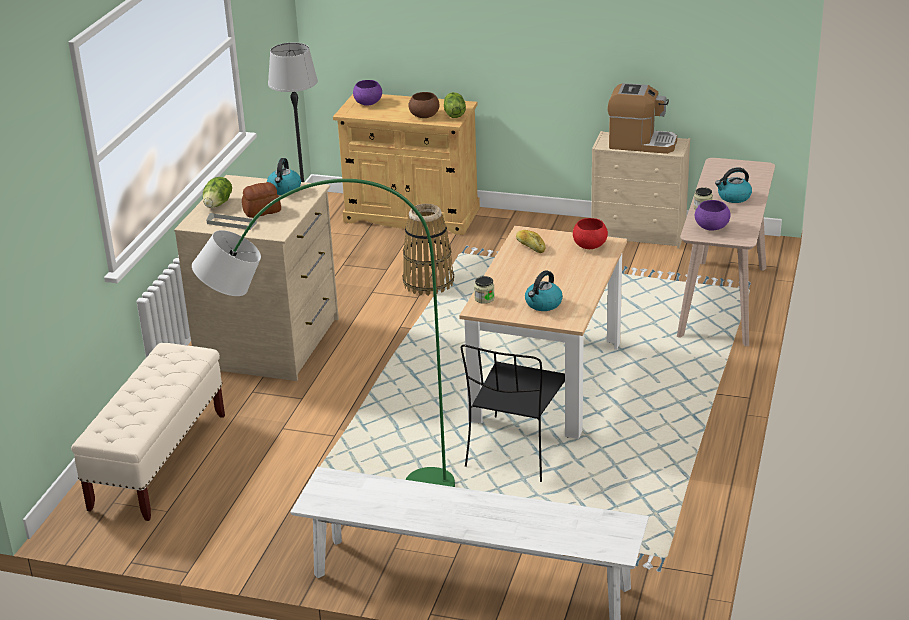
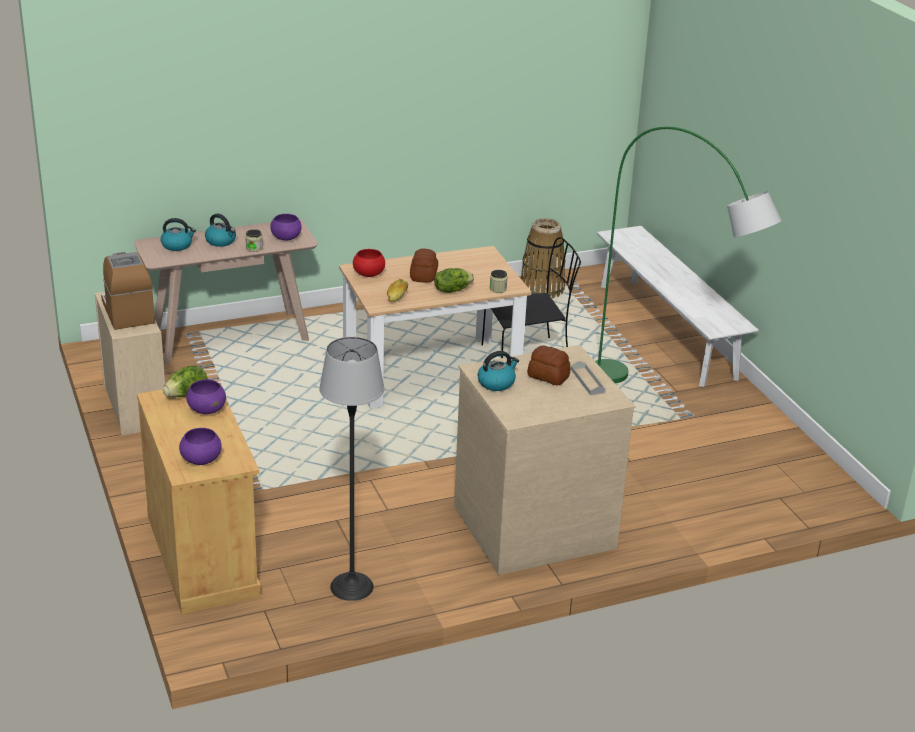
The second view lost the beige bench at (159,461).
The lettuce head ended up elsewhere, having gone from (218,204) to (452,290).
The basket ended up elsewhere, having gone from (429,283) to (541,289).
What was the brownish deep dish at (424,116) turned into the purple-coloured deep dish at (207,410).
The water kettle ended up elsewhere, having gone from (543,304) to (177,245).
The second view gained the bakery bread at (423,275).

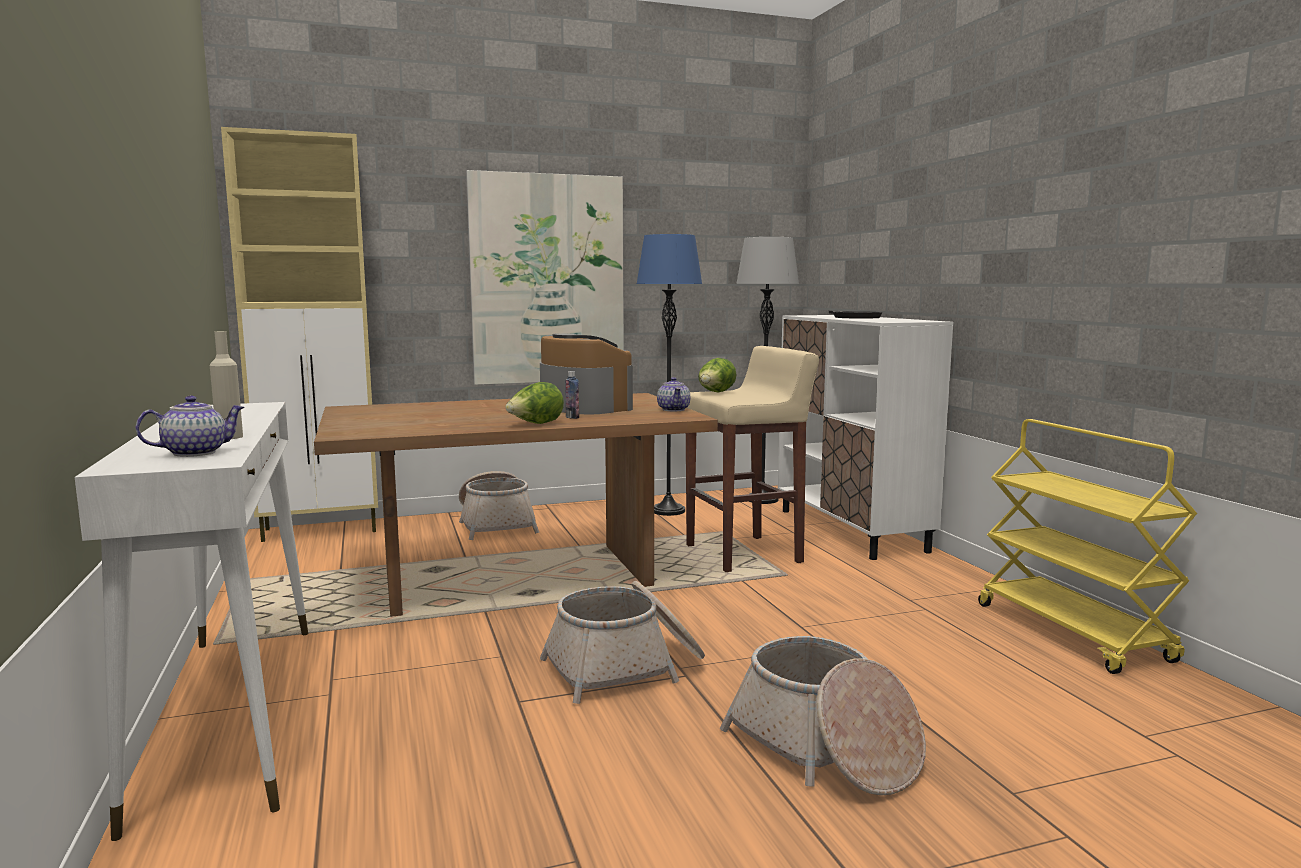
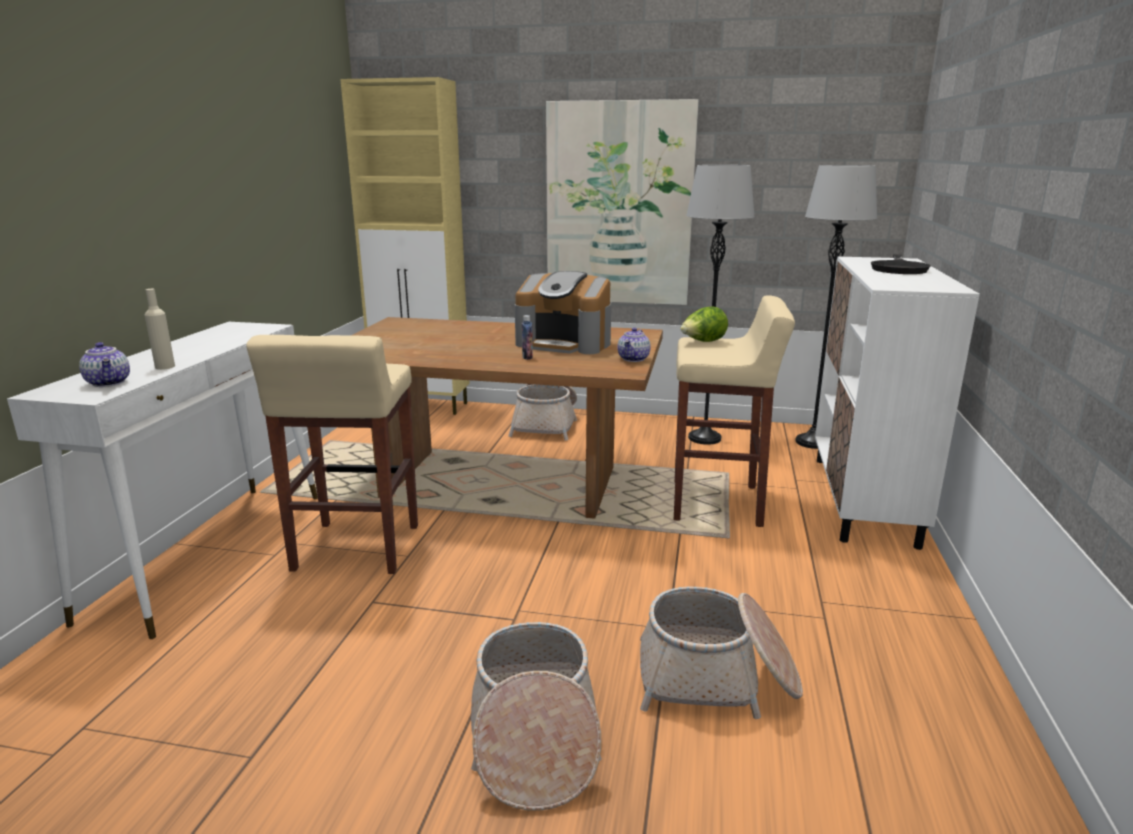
The tea pot at (195,452) ended up facing another way, 60 degrees clockwise from before.
The second view lost the lettuce head at (535,424).
The coffee maker at (583,407) ended up facing another way, 120 degrees clockwise from before.
The basket ended up elsewhere, having gone from (626,667) to (716,678).
What was the blue-coloured standard lamp at (668,511) turned into the greyish standard lamp at (704,438).
The second view lost the yellow-coloured trolley at (1073,633).
The second view gained the beige stool seat at (356,549).

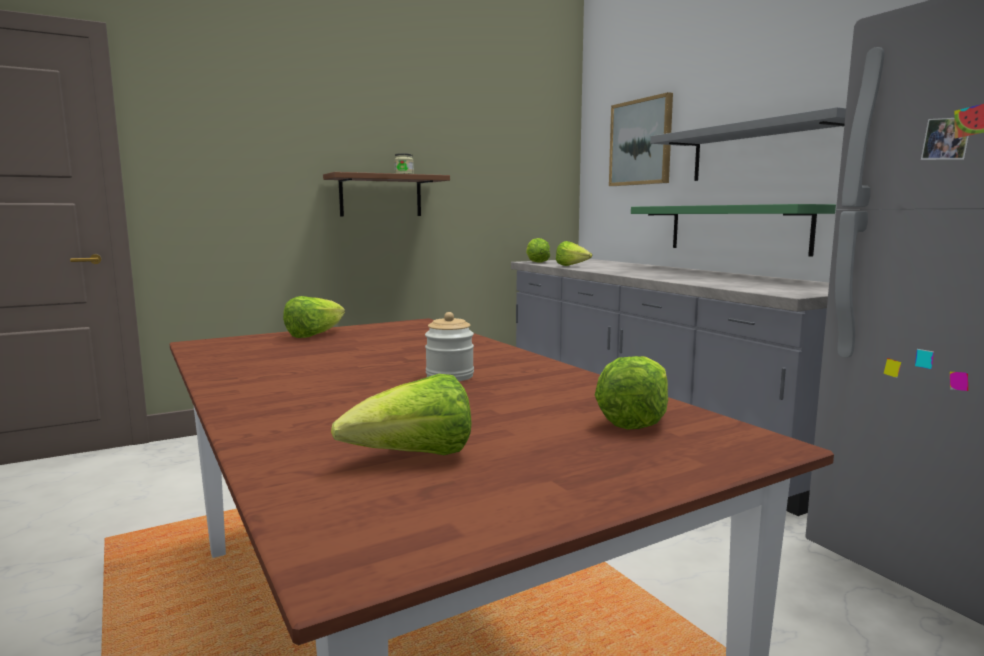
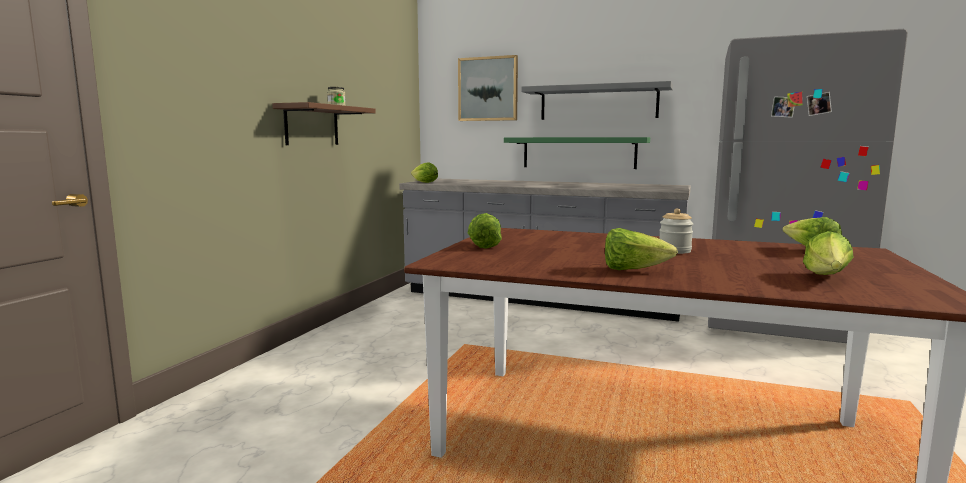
The lettuce head ended up elsewhere, having gone from (572,266) to (632,270).

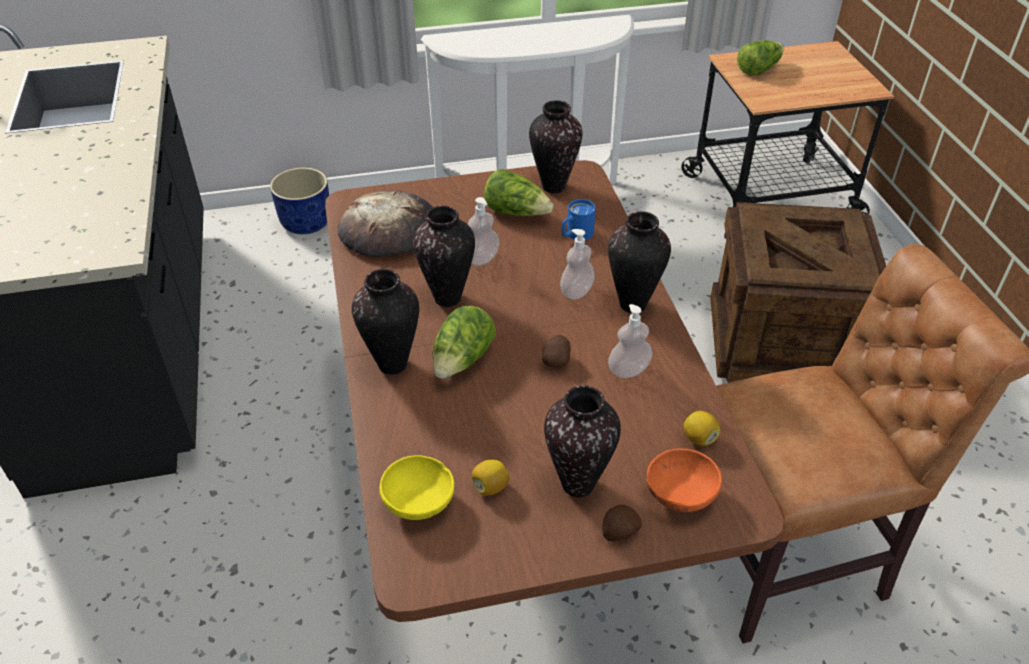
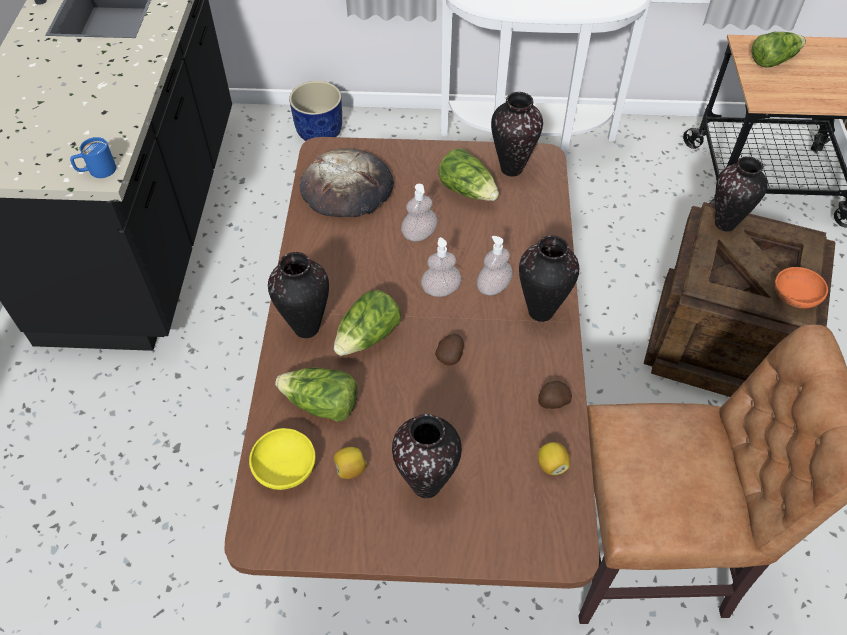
The decorative vase ended up elsewhere, having gone from (448,299) to (725,224).
The blue-coloured coffee mug ended up elsewhere, having gone from (575,235) to (97,171).
The spud ended up elsewhere, having gone from (619,532) to (552,402).
The soap dispenser ended up elsewhere, having gone from (628,370) to (441,290).
The orangey deep dish ended up elsewhere, having gone from (679,494) to (793,297).
The second view gained the lettuce head at (321,404).

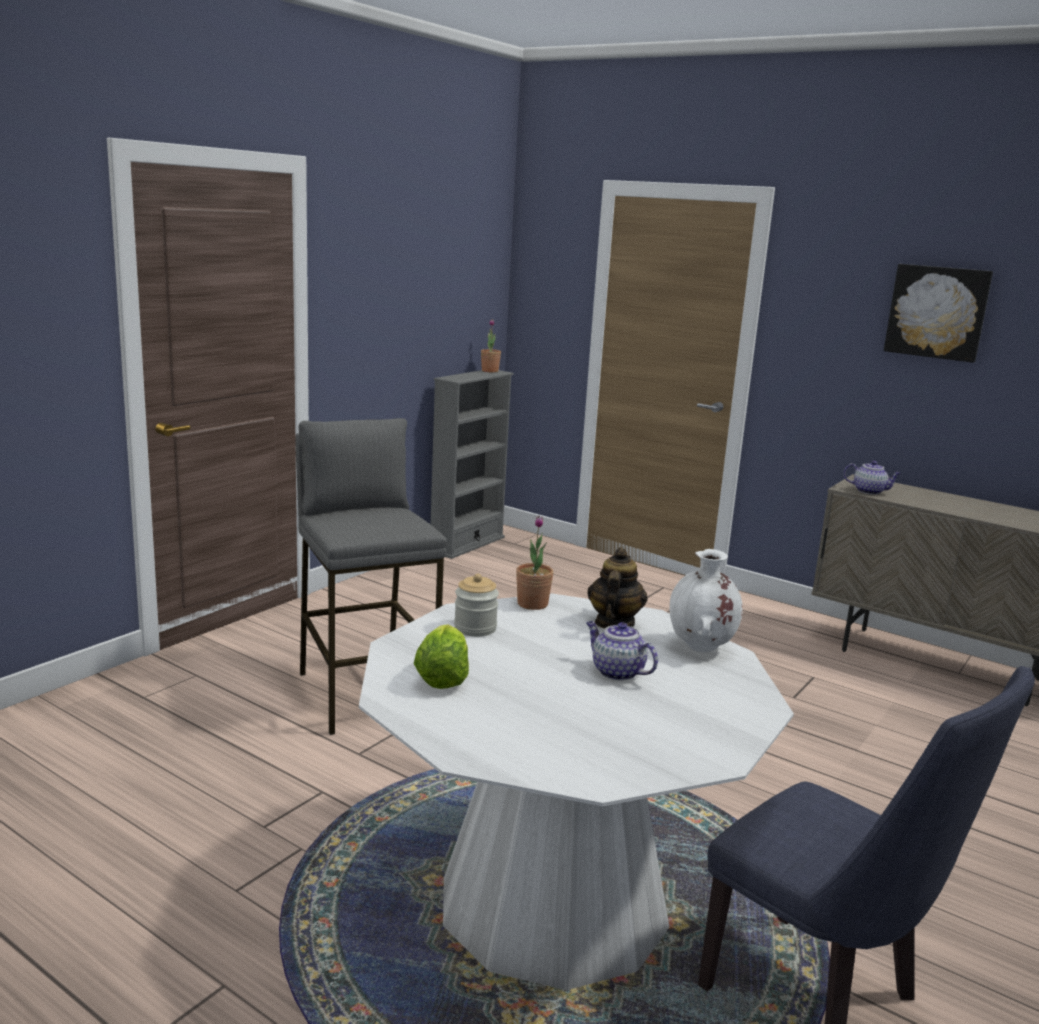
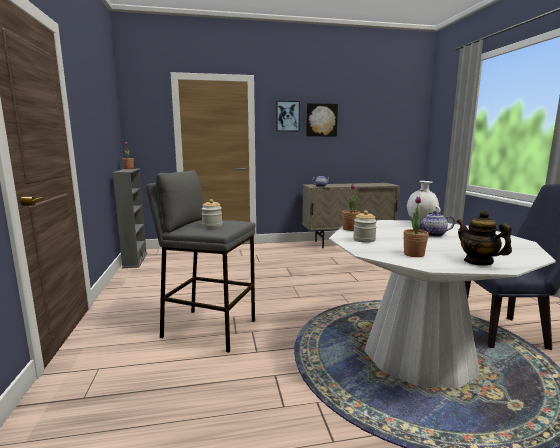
Where the lettuce head stood at (442,678), the potted plant came to stand at (414,254).
The tea pot ended up elsewhere, having gone from (613,623) to (478,261).
The second view gained the jar at (212,226).
The second view gained the wall art at (287,116).

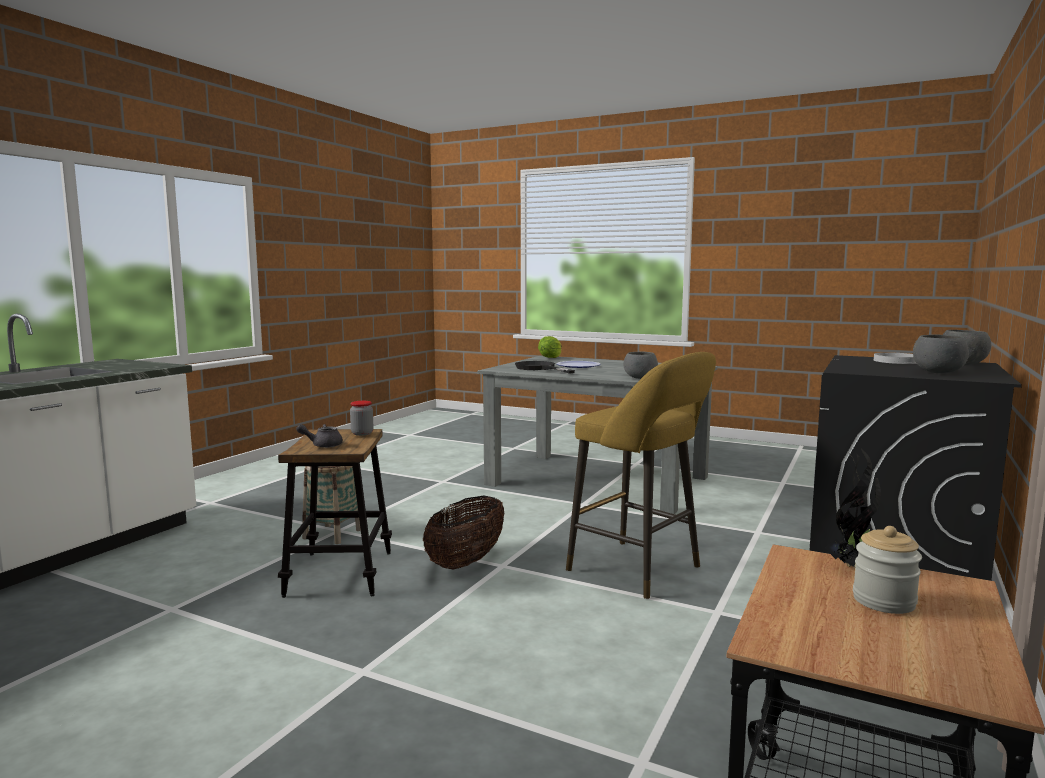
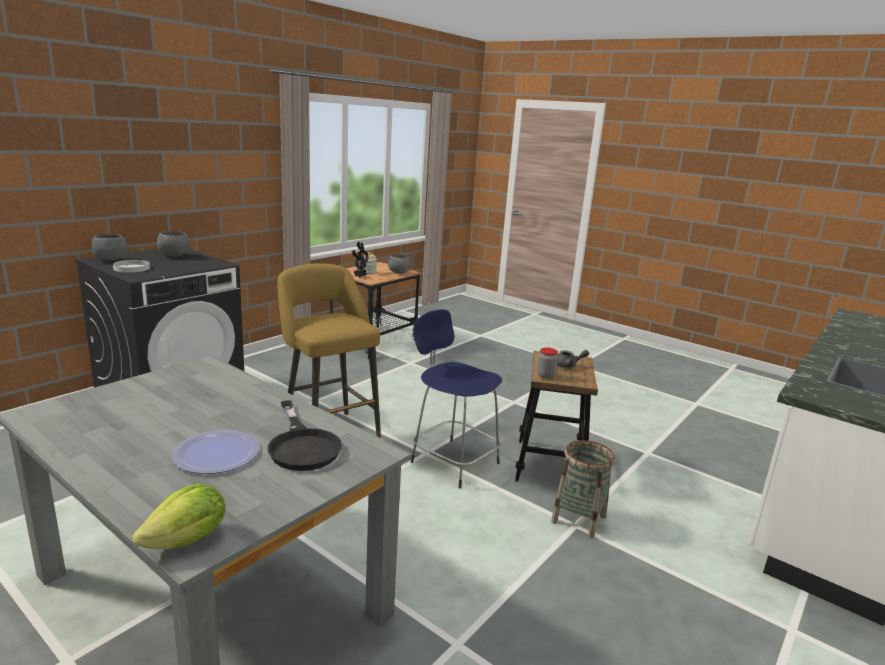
Where the basket stood at (466,562), the blue-coloured stool seat came to stand at (452,461).
The greyish deep dish ended up elsewhere, having gone from (640,378) to (399,273).

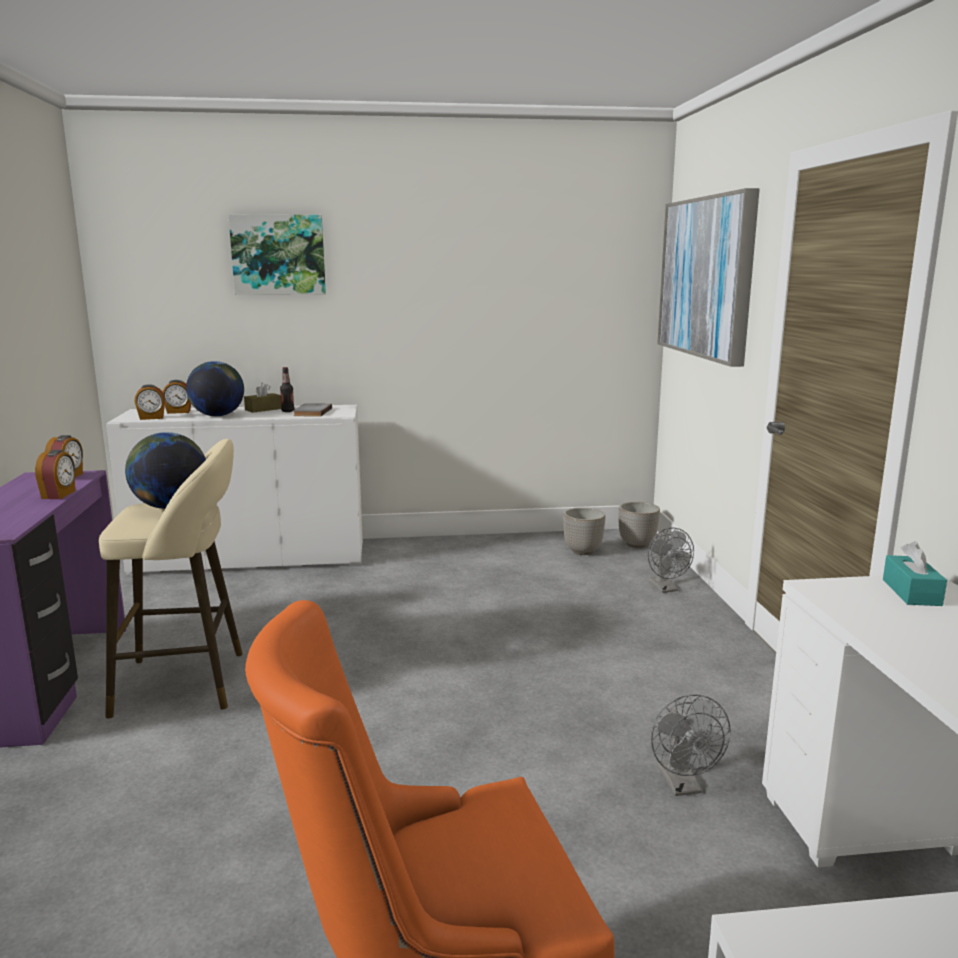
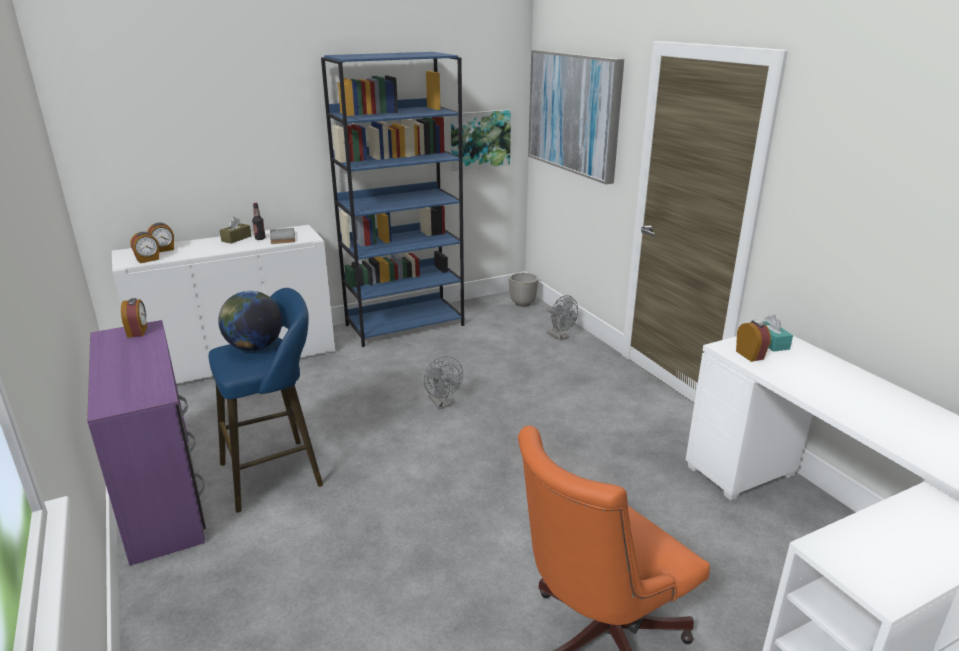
The bedside clock ended up elsewhere, having gone from (59,495) to (750,355).
What was the beige stool seat at (189,683) turned into the blue-coloured stool seat at (277,472).
The second view lost the desk globe at (217,415).
The wall art ended up elsewhere, having gone from (278,255) to (480,139).
The second view lost the flower pot at (582,551).
The greyish fan ended up elsewhere, having gone from (683,786) to (442,404).
The second view gained the blue-coloured bookcase at (405,325).

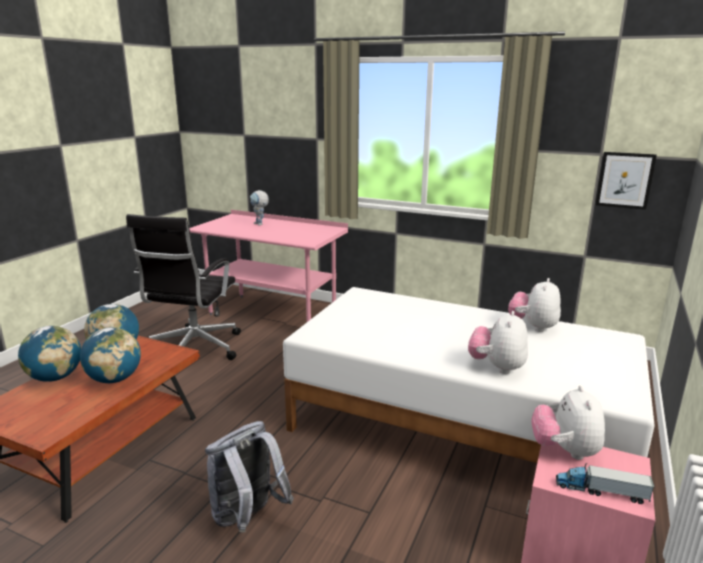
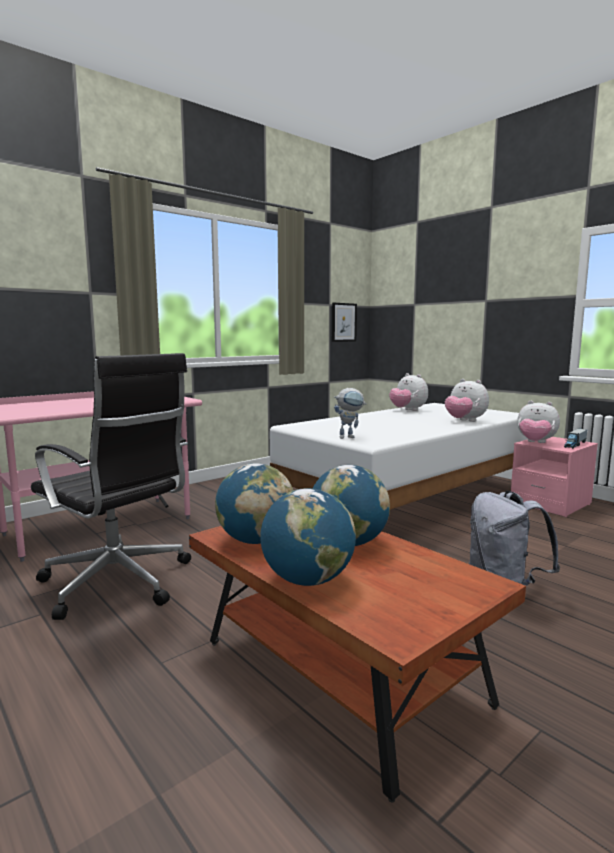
The model robot ended up elsewhere, having gone from (260,224) to (350,437).

